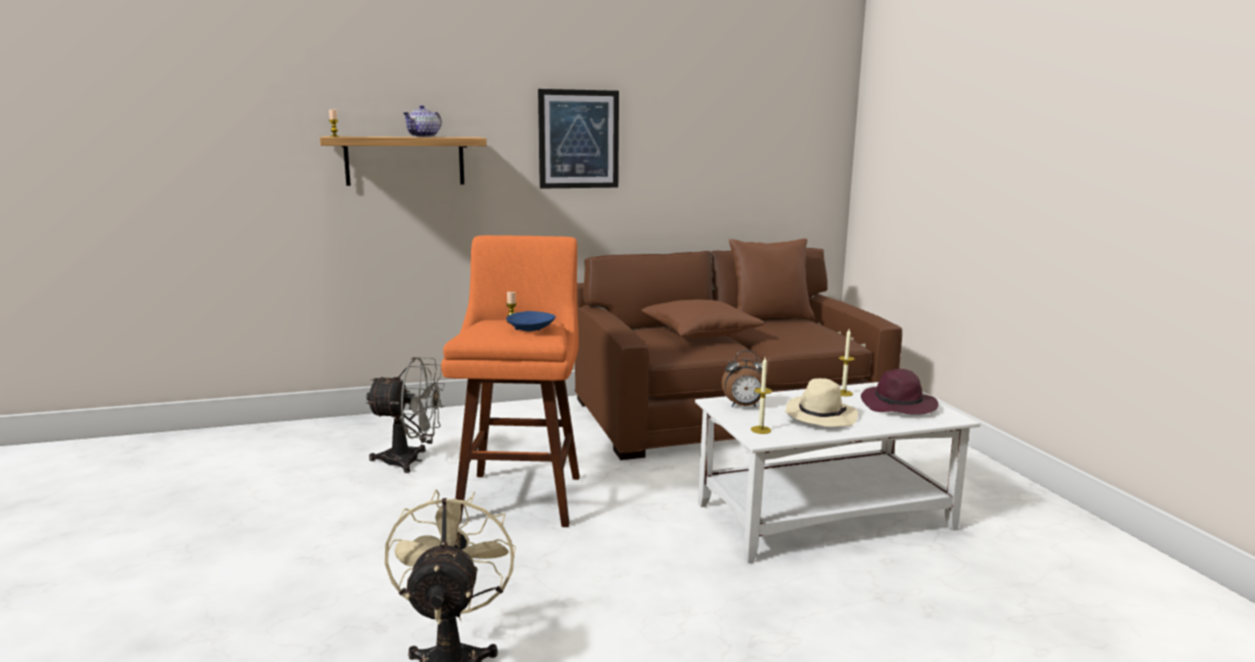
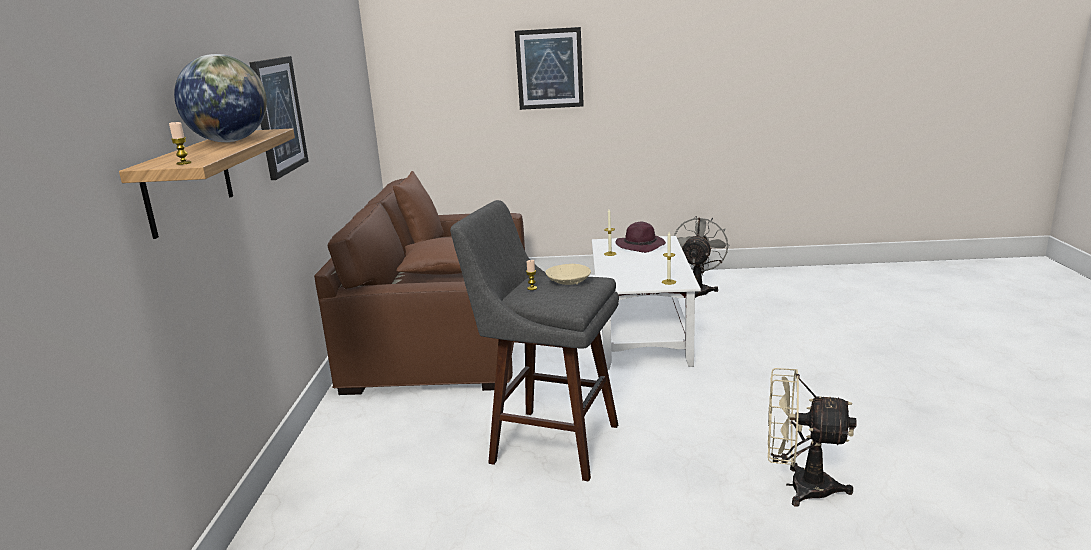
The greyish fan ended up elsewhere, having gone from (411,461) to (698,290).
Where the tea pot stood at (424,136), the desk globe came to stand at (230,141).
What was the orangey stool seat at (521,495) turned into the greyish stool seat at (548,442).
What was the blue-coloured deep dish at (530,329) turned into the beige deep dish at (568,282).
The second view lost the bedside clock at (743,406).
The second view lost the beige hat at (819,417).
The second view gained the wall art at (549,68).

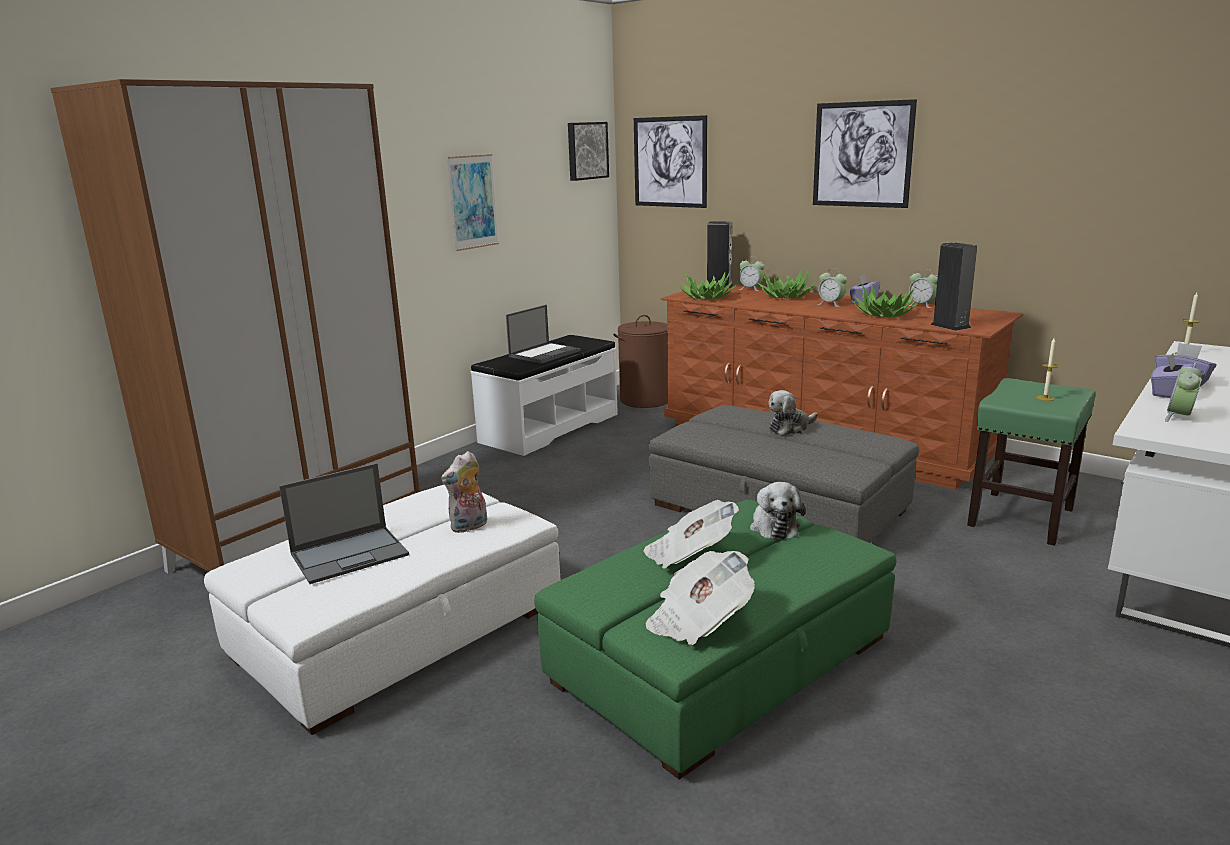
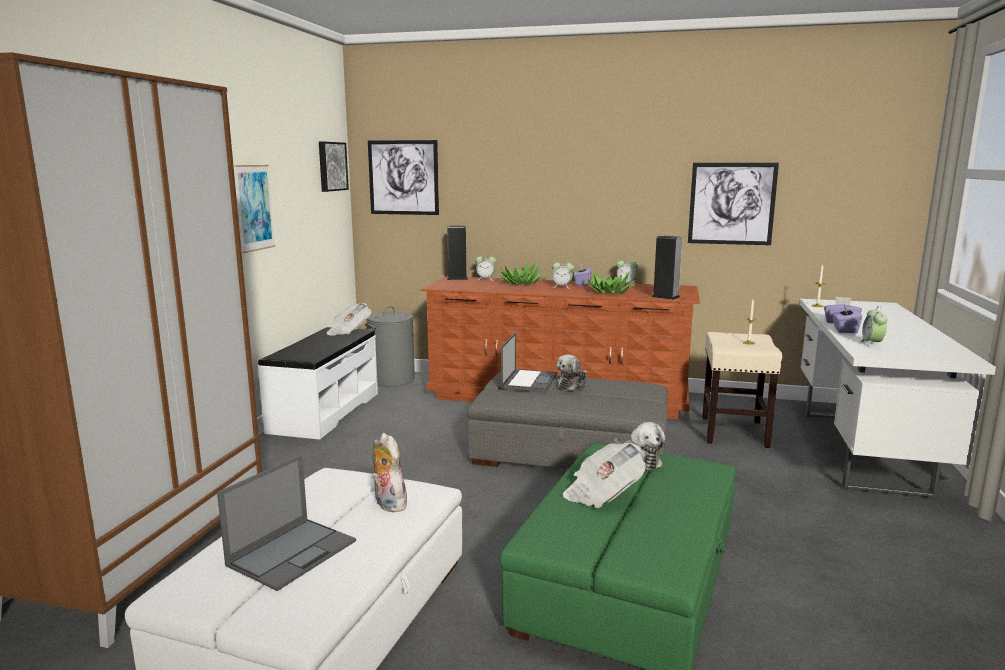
The soft toy at (469,527) ended up facing another way, 120 degrees clockwise from before.
The laptop ended up elsewhere, having gone from (545,353) to (529,381).
What was the brownish laundry basket at (645,400) turned into the greyish laundry basket at (392,379).
The newspaper ended up elsewhere, having gone from (698,621) to (348,331).
The second view lost the potted plant at (706,297).
The wall art ended up elsewhere, having gone from (862,154) to (731,203).
What was the green-coloured stool seat at (1021,516) turned into the beige stool seat at (733,431).

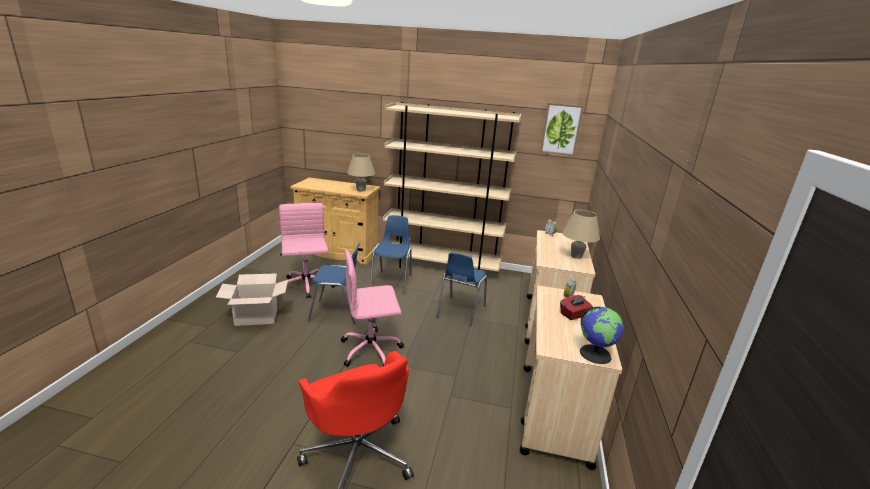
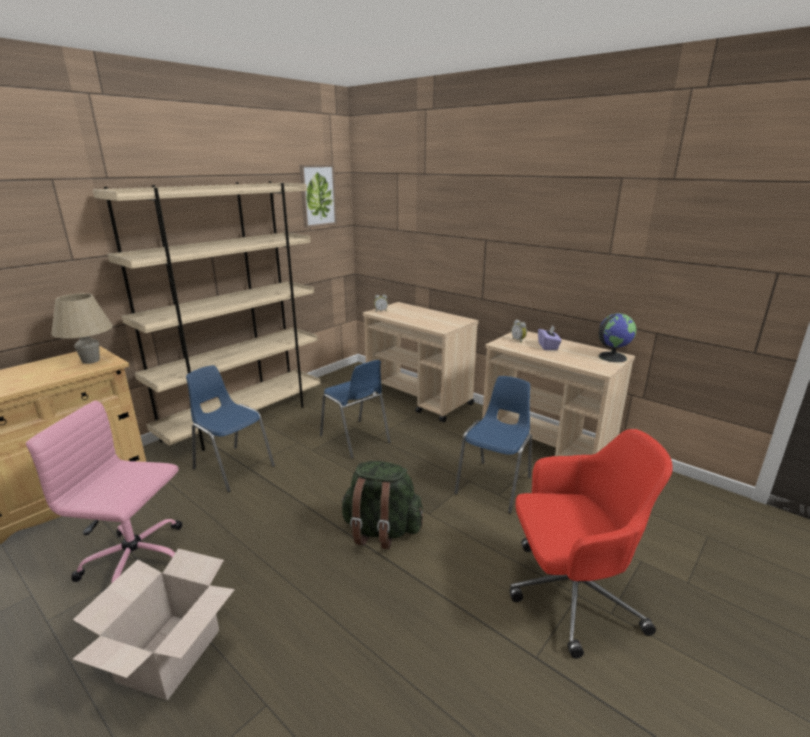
The blue-coloured chair ended up elsewhere, having gone from (336,312) to (495,485).
Where the pinkish office chair stood at (372,350), the green-coloured knapsack came to stand at (381,531).
What was the red-coloured tissue holder at (574,315) turned into the purple-coloured tissue holder at (548,346).
The second view lost the beige tabletop lamp at (576,256).

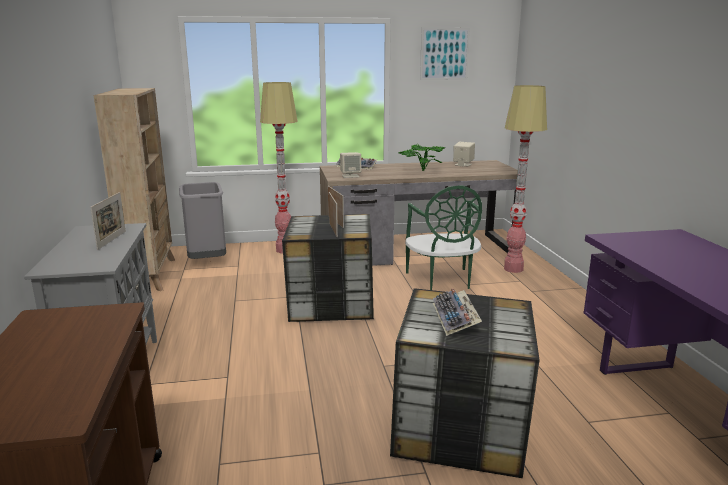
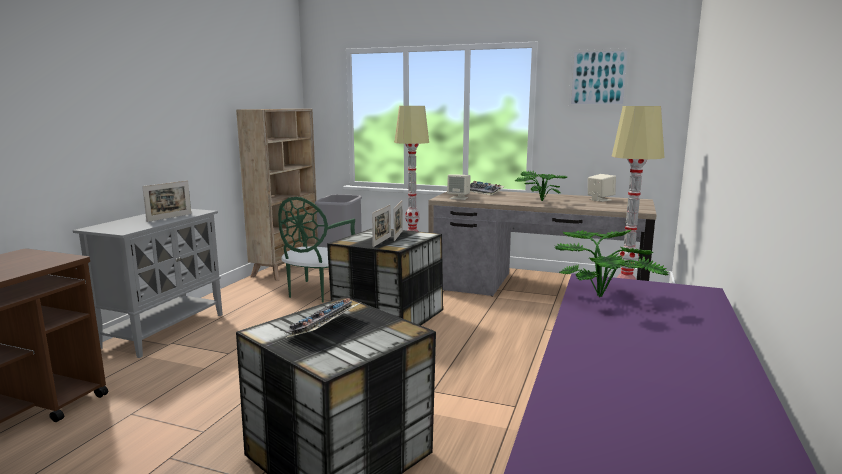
The green-coloured chair ended up elsewhere, having gone from (442,280) to (318,292).
The second view gained the potted plant at (603,295).

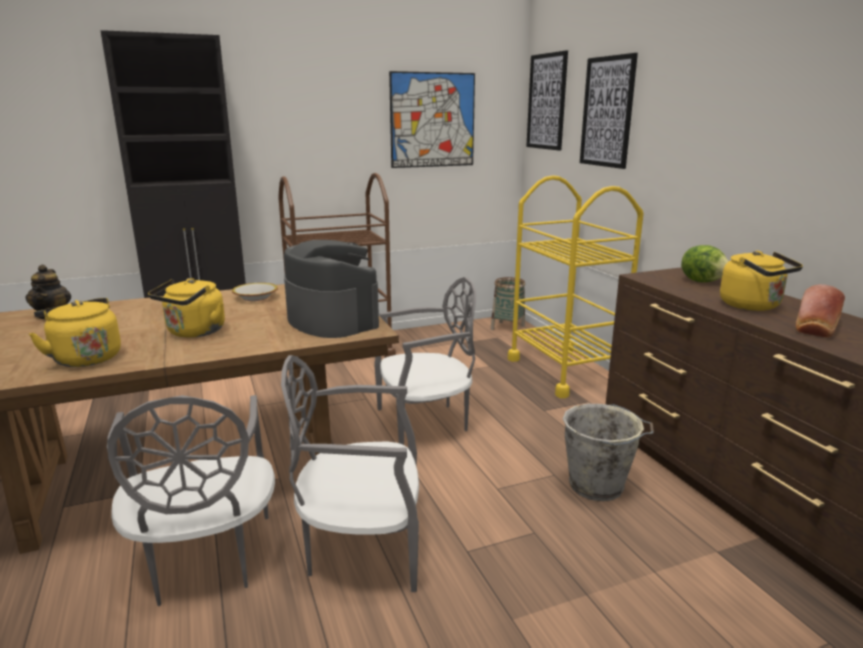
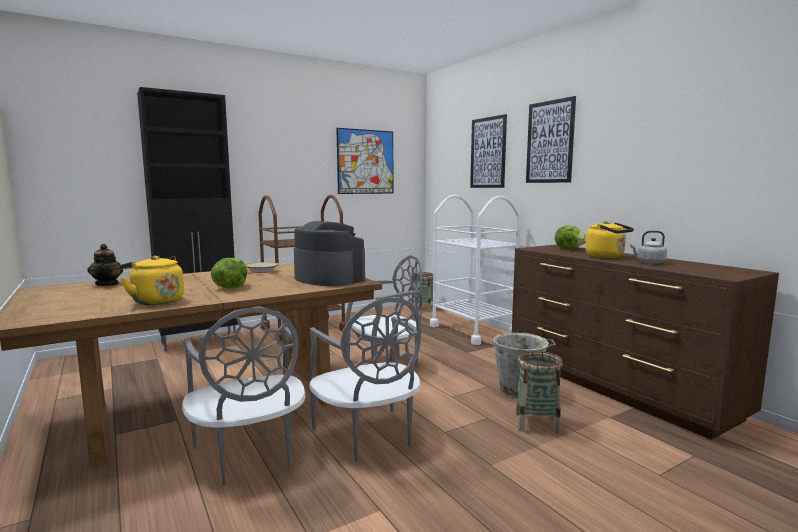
Where the yellow-coloured water kettle stood at (194,333), the lettuce head came to stand at (230,287).
The greyish chair at (362,546) ended up facing another way, 105 degrees counterclockwise from before.
What was the yellow-coloured trolley at (565,371) turned into the white-coloured trolley at (472,330).
The wall art ended up elsewhere, having gone from (547,102) to (550,142).
Where the bakery bread stood at (816,327), the greyish water kettle came to stand at (649,262).
The second view gained the basket at (537,423).

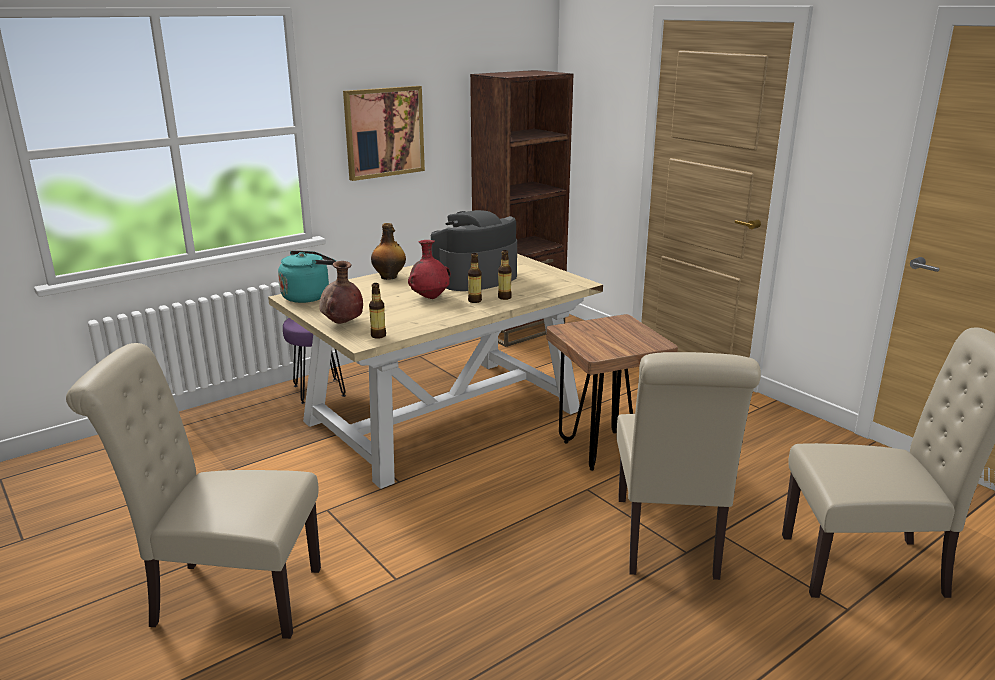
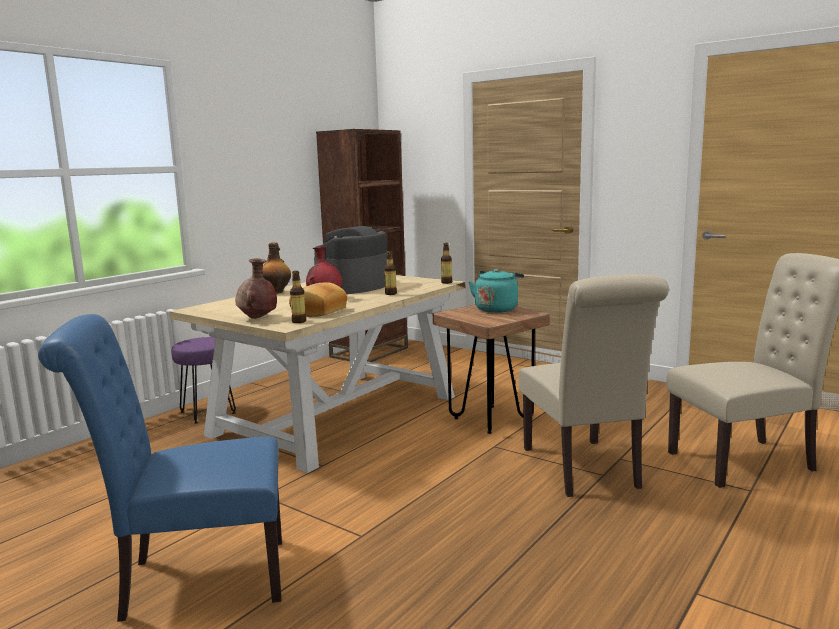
What was the beige chair at (227,596) turned into the blue-coloured chair at (194,580).
The turquoise-coloured water kettle ended up elsewhere, having gone from (308,296) to (497,309).
The second view lost the wall art at (384,132).
The bottle ended up elsewhere, having gone from (474,301) to (446,282).
The second view gained the bakery bread at (318,311).

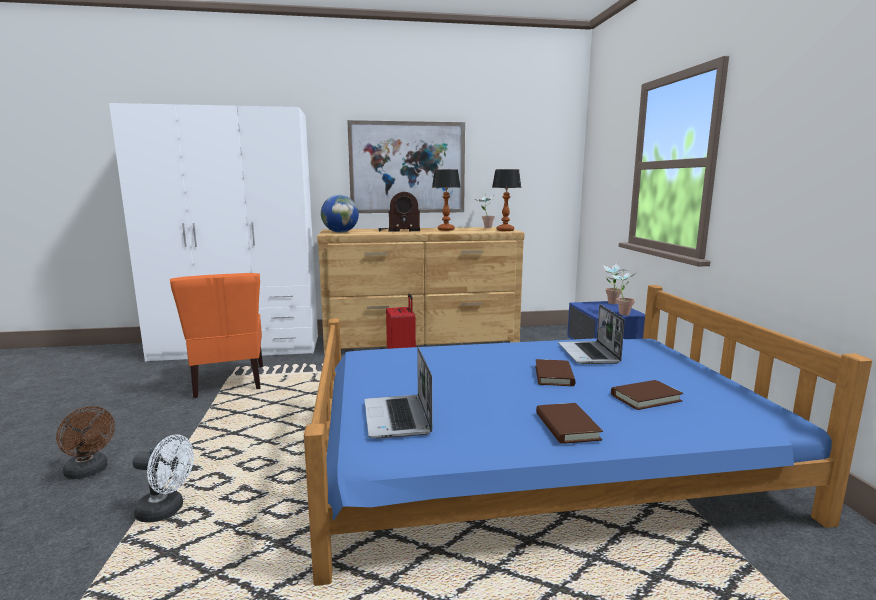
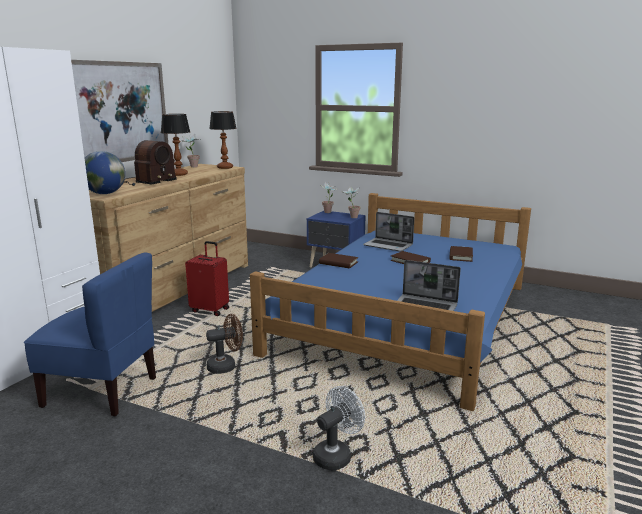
The brownish fan ended up elsewhere, having gone from (89,471) to (226,366).
What was the orangey chair at (228,381) turned into the blue-coloured chair at (102,391).
The brownish bound book ended up elsewhere, having gone from (567,426) to (338,263).

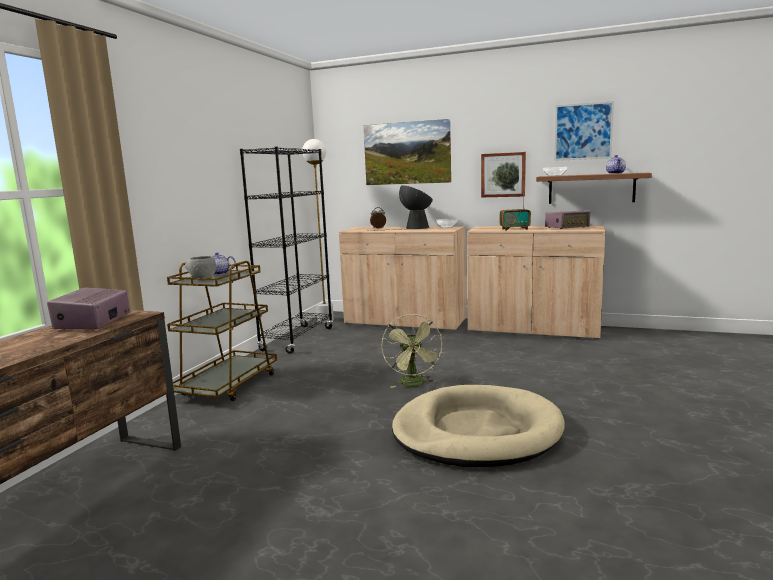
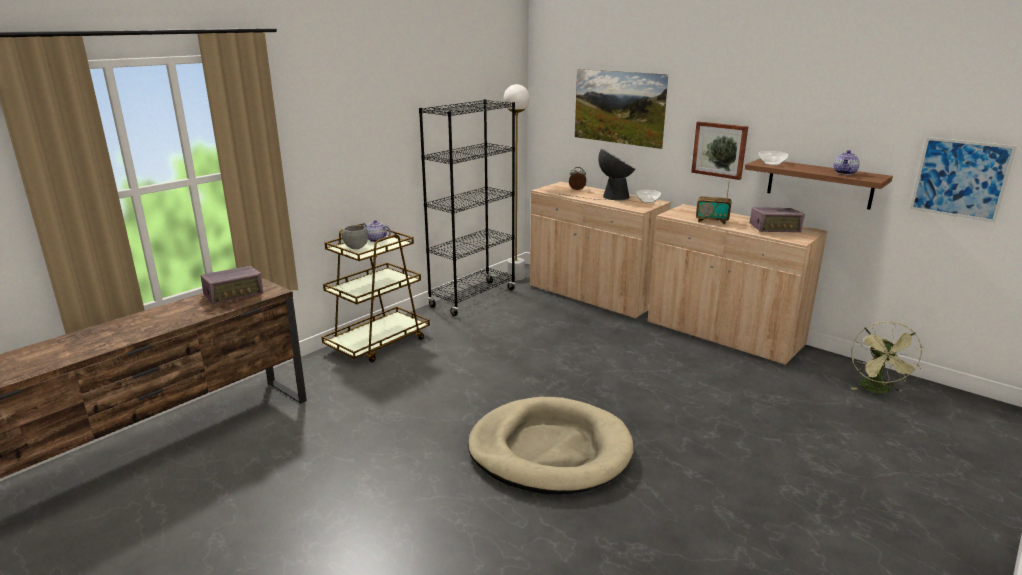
The radio receiver at (92,322) ended up facing another way, 150 degrees counterclockwise from before.
The green-coloured fan ended up elsewhere, having gone from (414,384) to (878,390).
The wall art ended up elsewhere, having gone from (583,131) to (960,179).

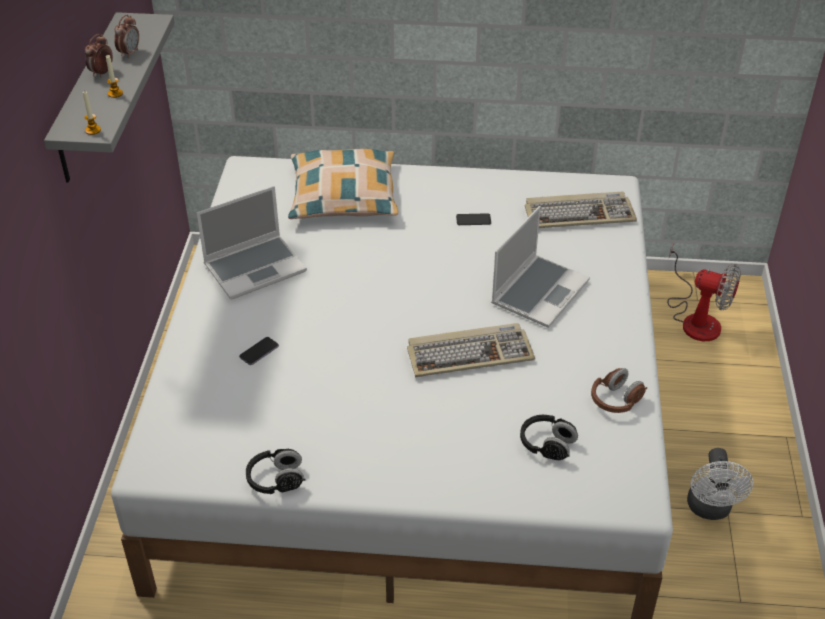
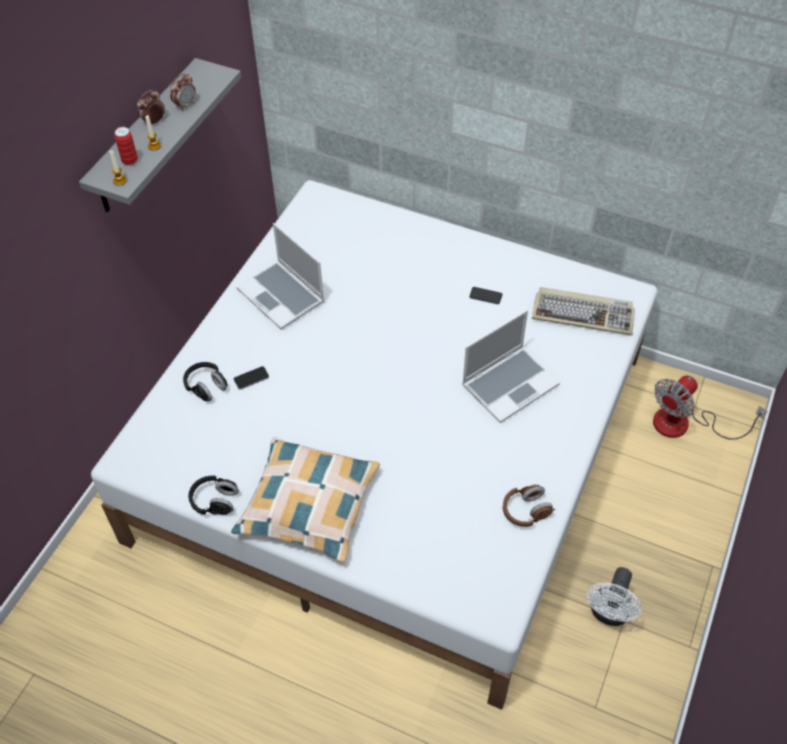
The laptop at (255,267) ended up facing another way, 60 degrees clockwise from before.
The throw pillow ended up elsewhere, having gone from (343,196) to (308,505).
The second view lost the computer keyboard at (470,353).
The black headphones ended up elsewhere, having gone from (547,445) to (206,387).
The fan at (696,318) ended up facing another way, 90 degrees clockwise from before.
The second view gained the sealed can at (130,161).

